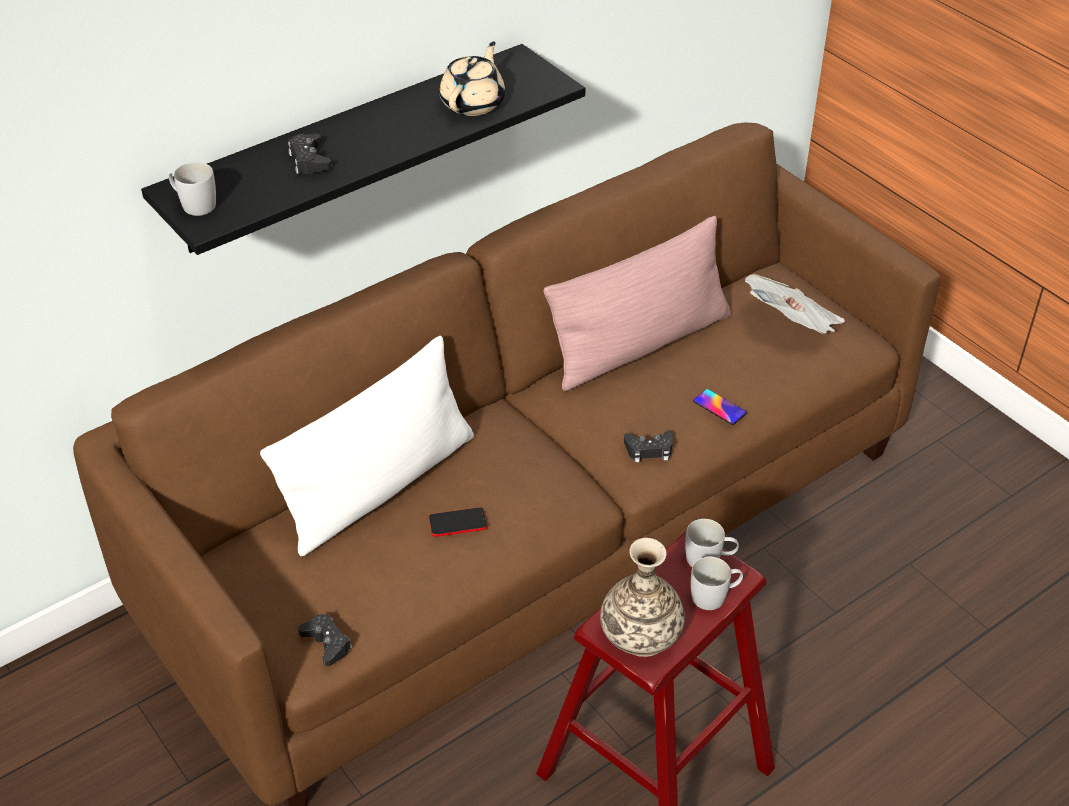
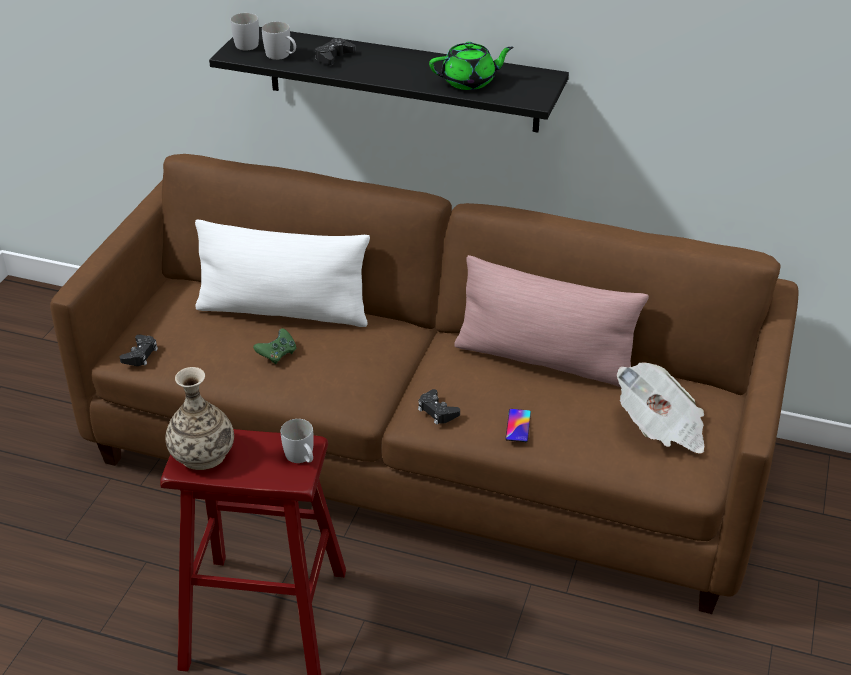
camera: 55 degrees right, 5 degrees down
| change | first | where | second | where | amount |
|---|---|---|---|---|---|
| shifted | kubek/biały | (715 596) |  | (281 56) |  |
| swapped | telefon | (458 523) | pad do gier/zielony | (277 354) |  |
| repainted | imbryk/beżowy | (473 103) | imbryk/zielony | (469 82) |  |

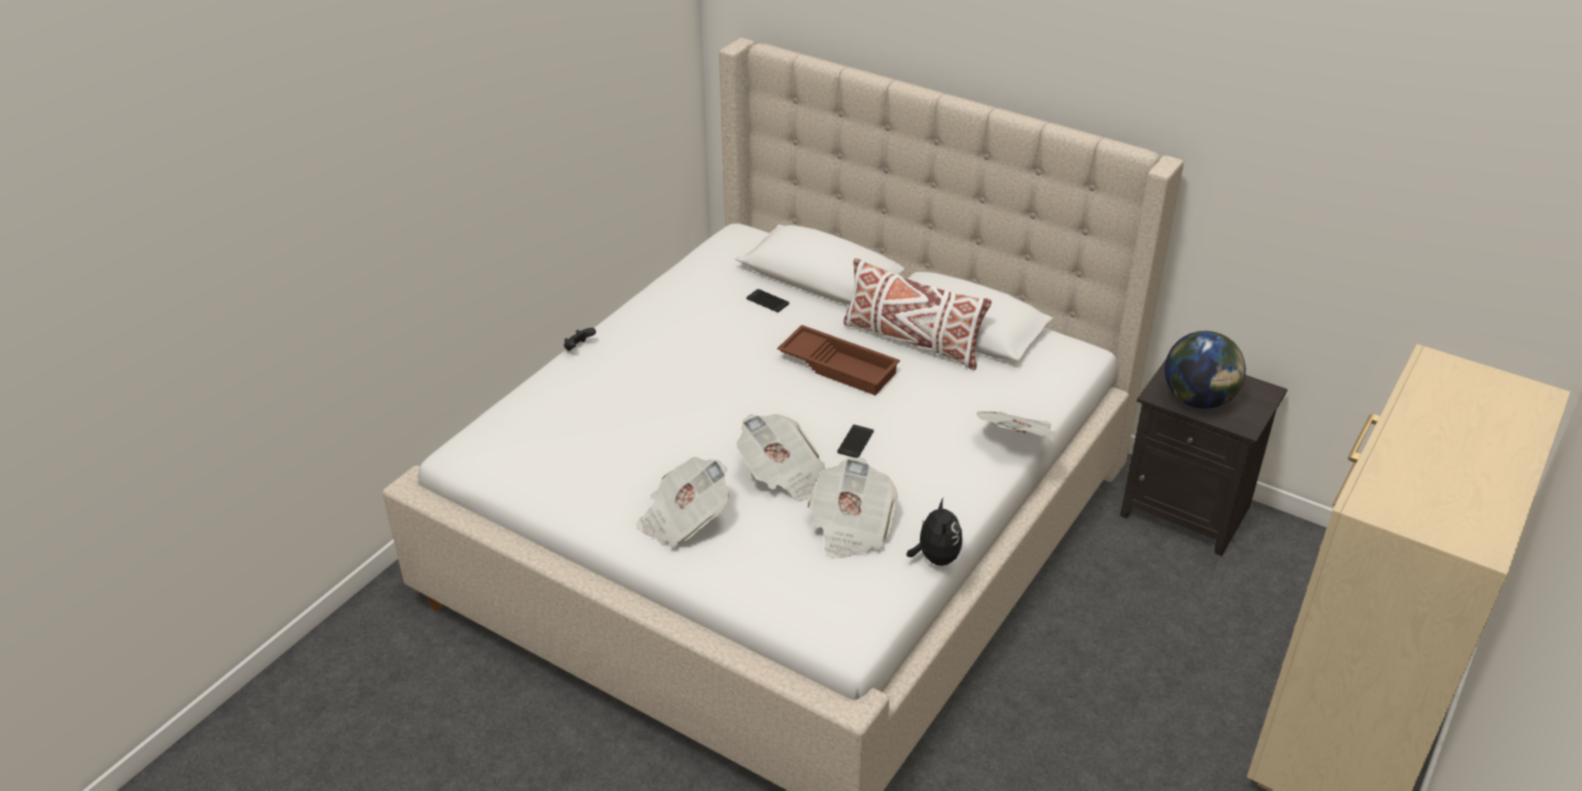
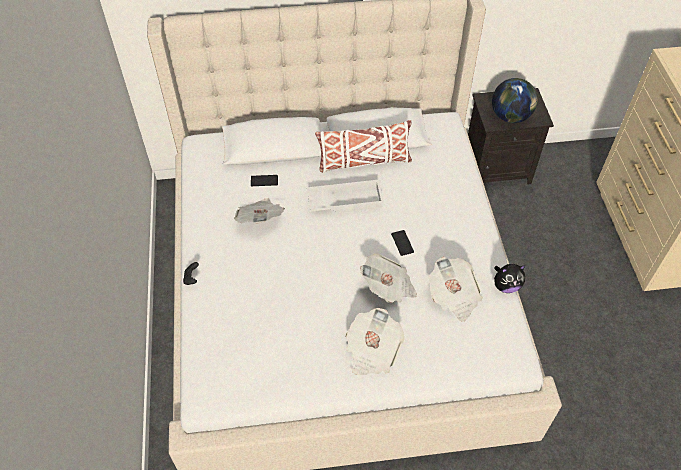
camera: 40 degrees left, 15 degrees up
| change | first | where | second | where | amount |
|---|---|---|---|---|---|
| shifted | gazeta | (1018 441) |  | (260 219) |  |
| repainted | taca/brązowy | (840 366) | taca/biały | (345 200) |  |
| rotated | pluszak | (935 557) |  | (506 286) | 120 degrees clockwise |

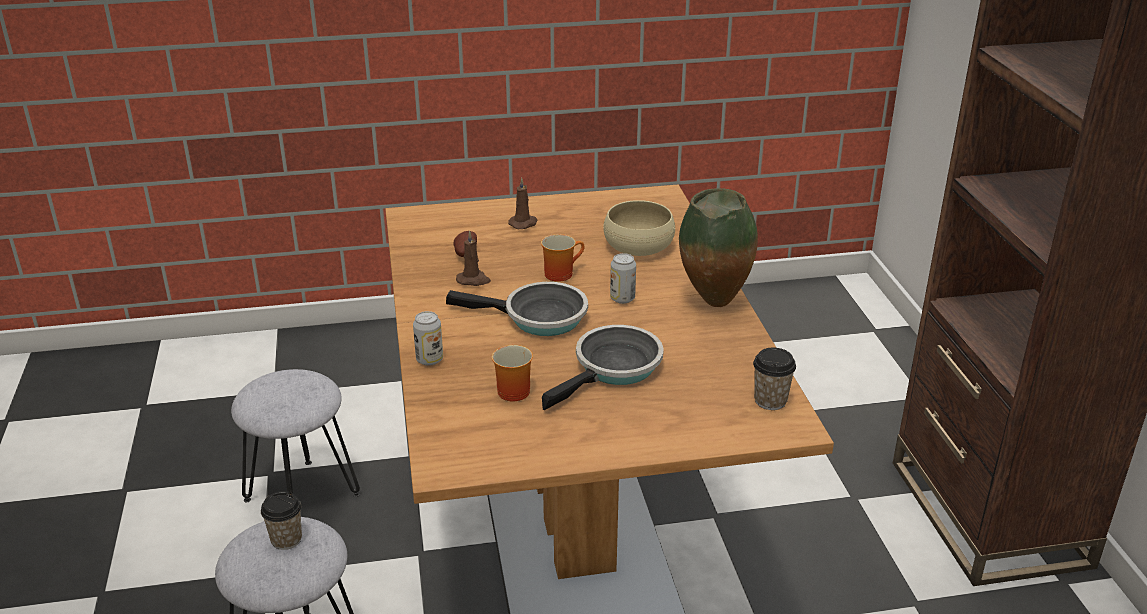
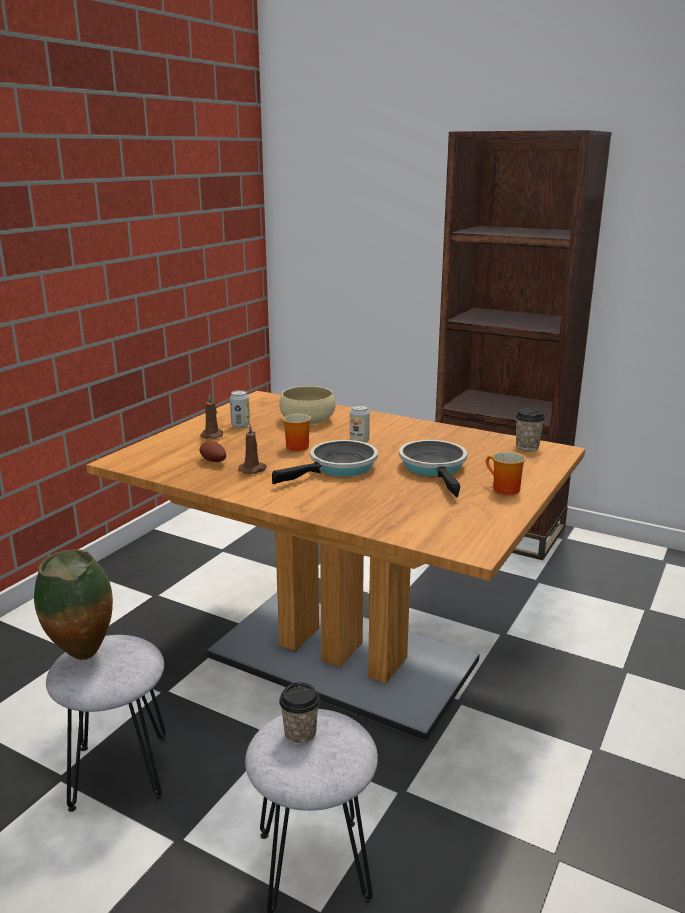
camera: 50 degrees left, 10 degrees down
| change | first | where | second | where | amount |
|---|---|---|---|---|---|
| shifted | puszka | (429 359) |  | (240 425) |  |
| shifted | kubek | (512 389) |  | (502 489) |  |
| shifted | wazon | (713 304) |  | (83 657) |  |

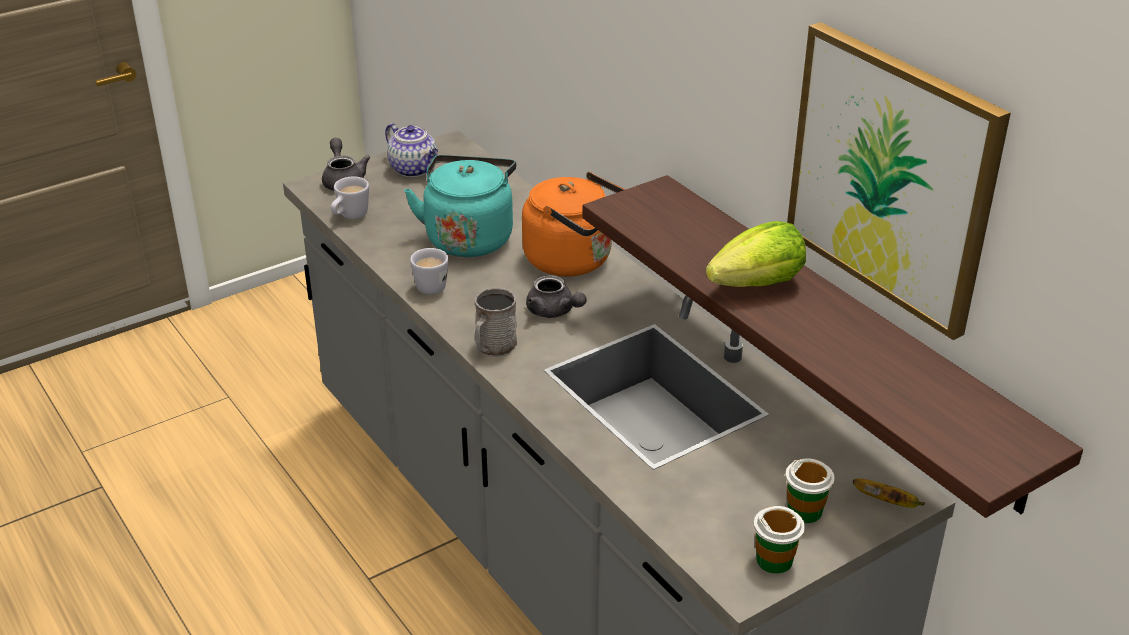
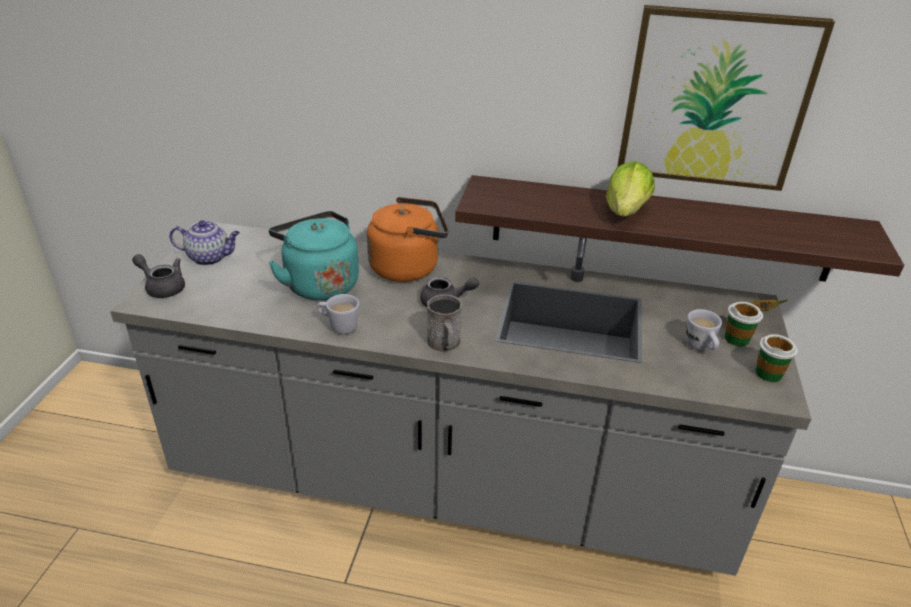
camera: 45 degrees left, 0 degrees up
| change | first | where | second | where | amount |
|---|---|---|---|---|---|
| shifted | kubek/biały | (350 217) |  | (700 347) |  |

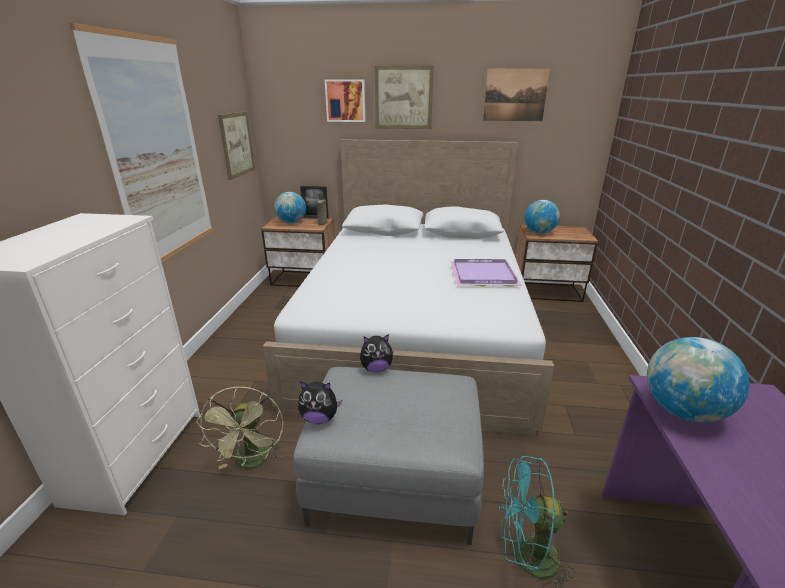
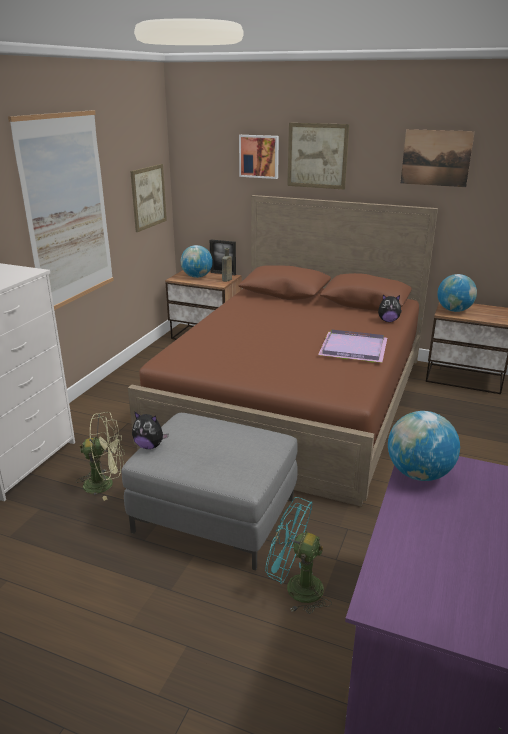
camera: 15 degrees right, 0 degrees up
| change | first | where | second | where | amount |
|---|---|---|---|---|---|
| shifted | pluszak | (376 368) |  | (388 321) |  |
| repainted | łóżko/biały | (416 330) | łóżko/brązowy | (296 400) |  |
| rotated | wentylator/zielony | (252 462) |  | (105 484) | 105 degrees counterclockwise |

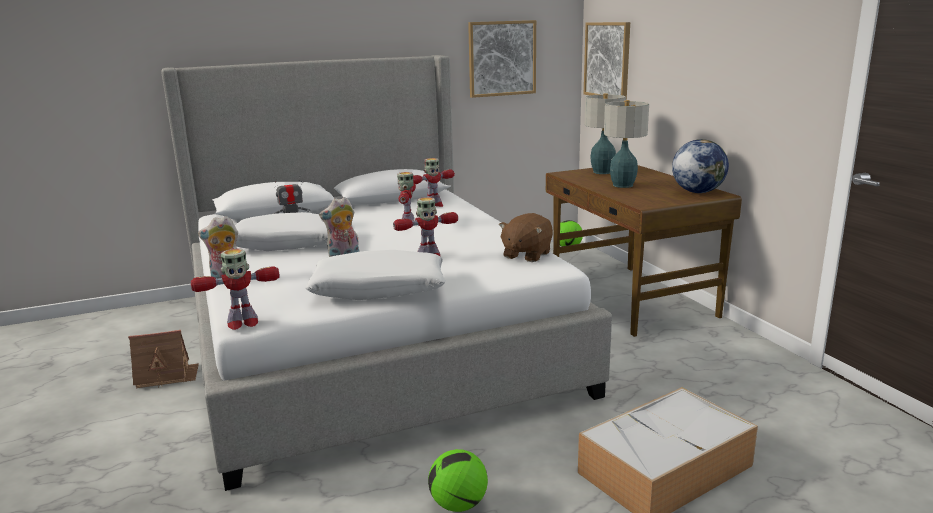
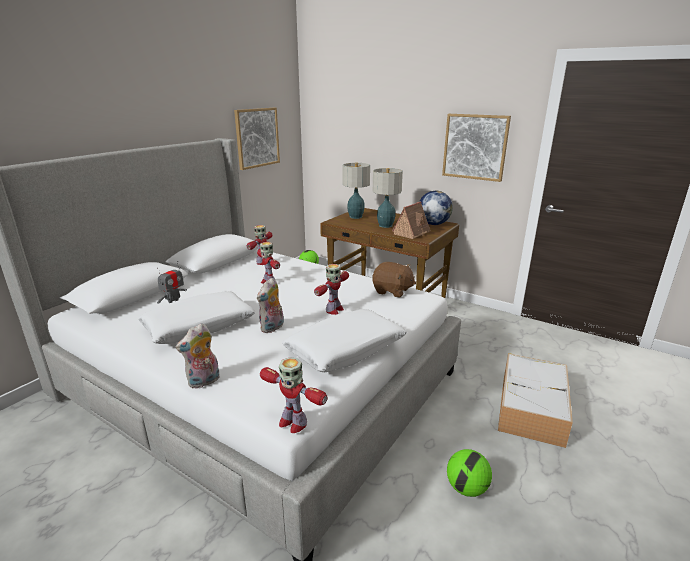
camera: 35 degrees left, 5 degrees up
| change | first | where | second | where | amount |
|---|---|---|---|---|---|
| shifted | domek | (166 376) |  | (412 233) |  |
| shifted | obraz | (607 60) |  | (475 147) |  |
| rotated | robot zabawkowy | (242 323) |  | (292 422) | 90 degrees clockwise |
| rotated | pluszak/brązowy | (526 255) |  | (392 291) | 60 degrees counterclockwise |

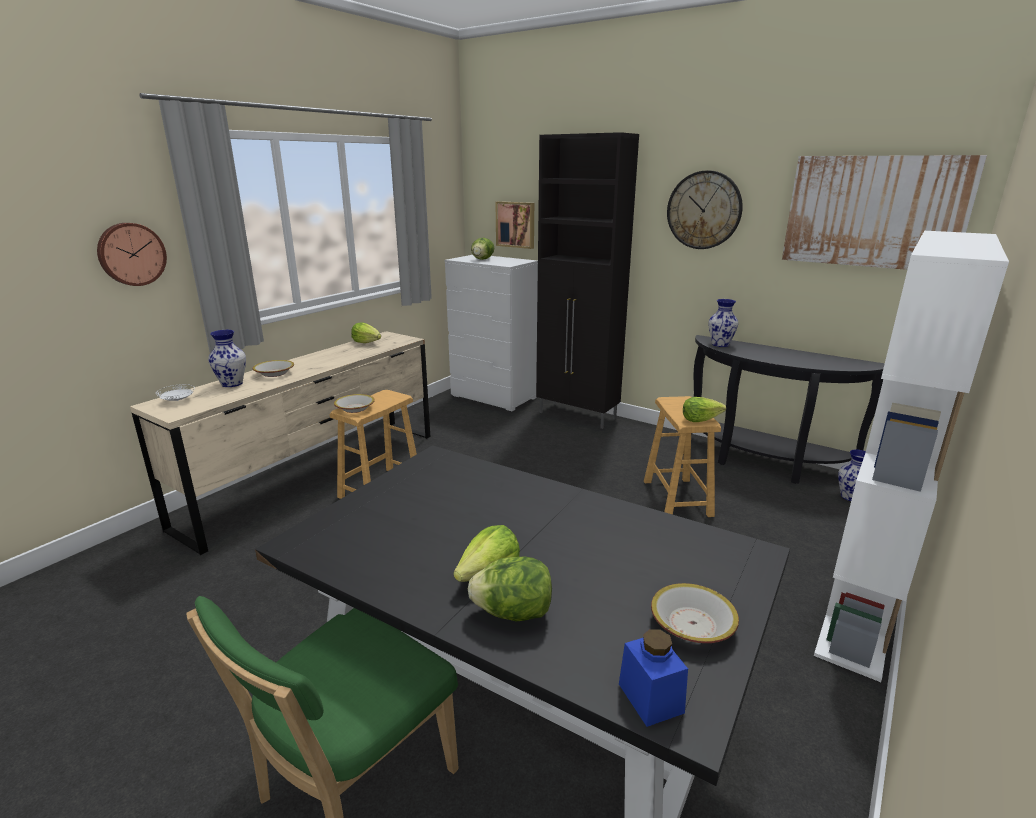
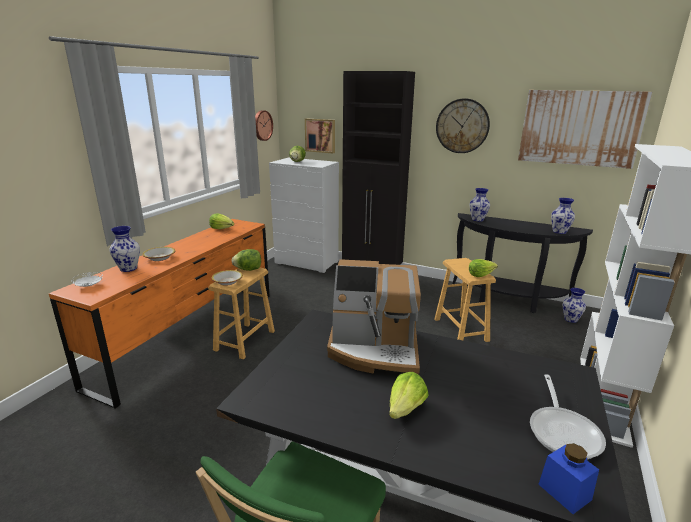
camera: 10 degrees left, 0 degrees up
| change | first | where | second | where | amount |
|---|---|---|---|---|---|
| new |  |  | ekspres do kawy | (374 350) |  |
| new |  |  | wazon | (560 232) |  |
| shifted | zegar ścienny | (131 254) |  | (262 125) |  |
| shifted | sałata | (513 613) |  | (248 269) |  |
| swapped | miska | (692 624) | patelnia | (563 431) |  |
| repainted | komoda/beżowy | (317 477) | komoda/pomarańczowy | (191 335) |  |

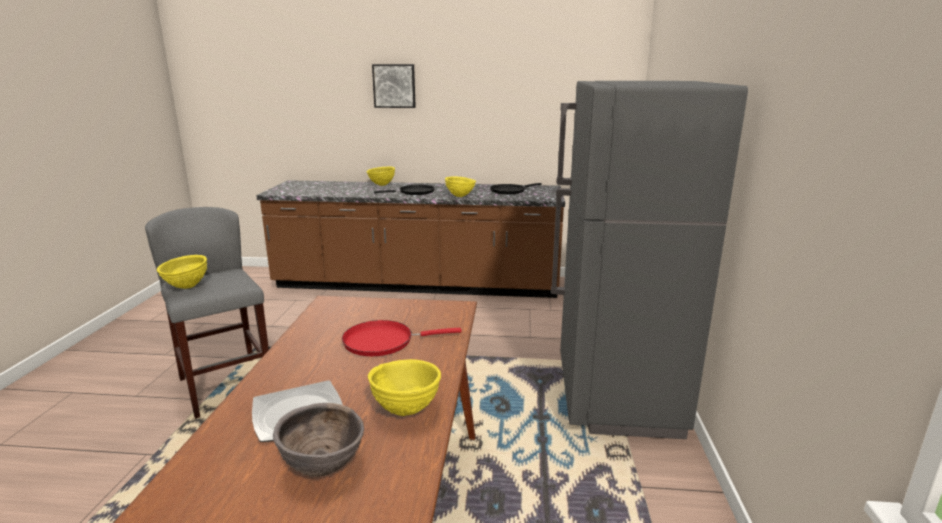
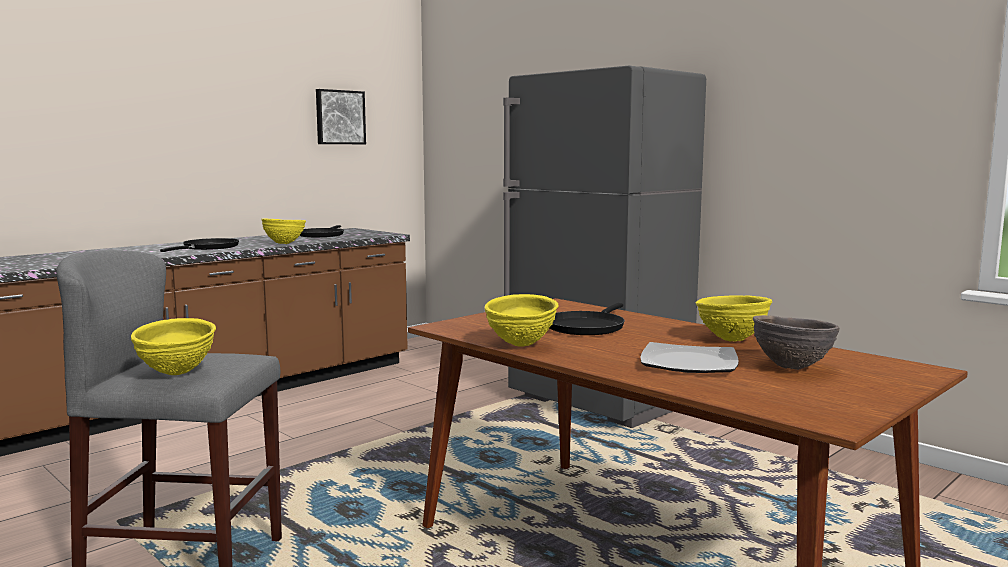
camera: 50 degrees left, 10 degrees down
| change | first | where | second | where | amount |
|---|---|---|---|---|---|
| shifted | miska/żółty | (381 185) |  | (520 345) |  |
| shifted | obraz | (394 86) |  | (339 117) |  |
| repainted | patelnia/czerwony | (383 342) | patelnia/czarny | (586 327) |  |

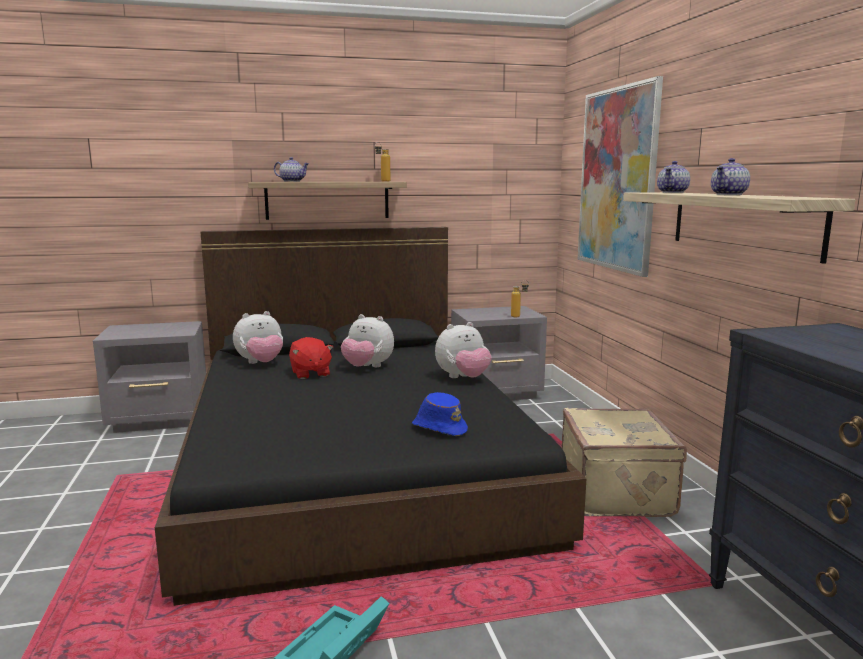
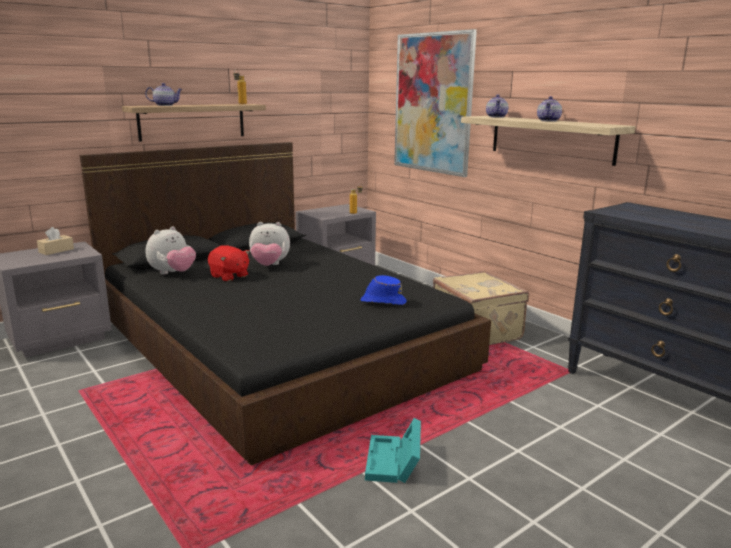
camera: 25 degrees left, 5 degrees up
| change | first | where | second | where | amount |
|---|---|---|---|---|---|
| gone | pluszak | (463 378) |  |  |  |
| new |  |  | pudełko chusteczek/beżowy | (56 250) |  |

